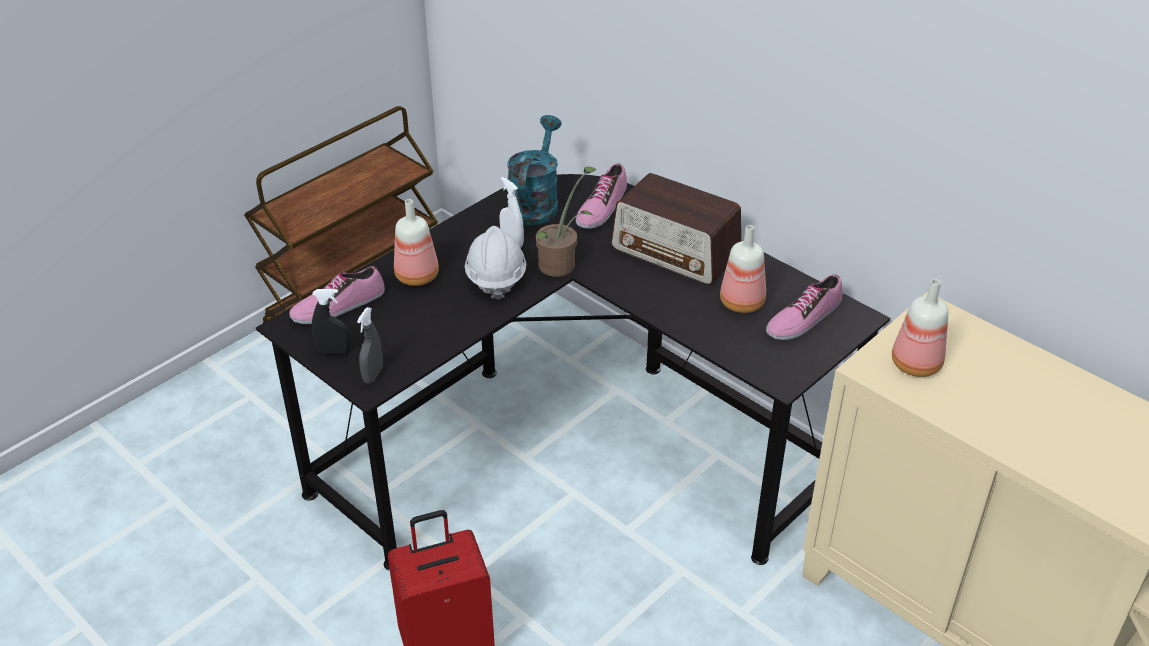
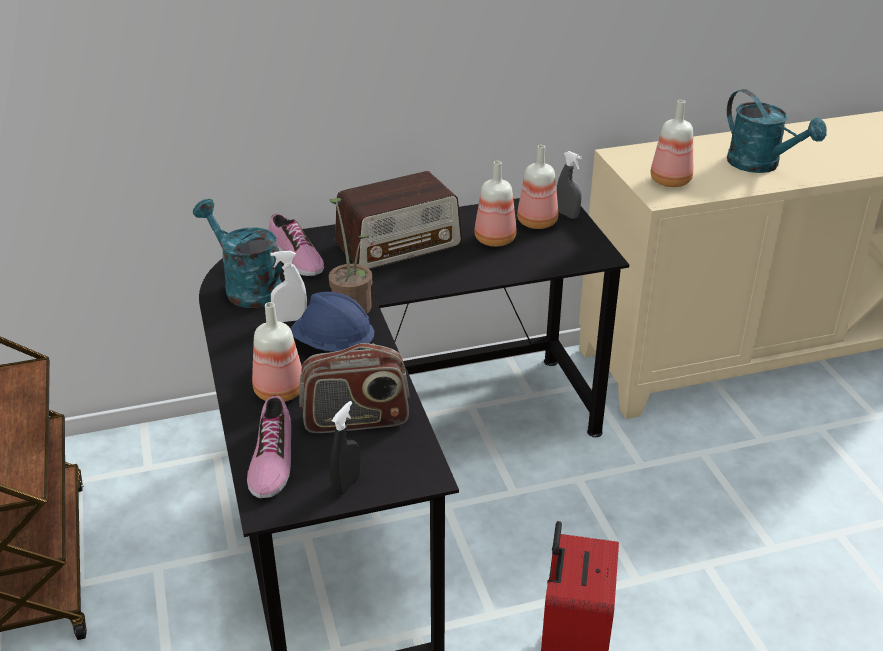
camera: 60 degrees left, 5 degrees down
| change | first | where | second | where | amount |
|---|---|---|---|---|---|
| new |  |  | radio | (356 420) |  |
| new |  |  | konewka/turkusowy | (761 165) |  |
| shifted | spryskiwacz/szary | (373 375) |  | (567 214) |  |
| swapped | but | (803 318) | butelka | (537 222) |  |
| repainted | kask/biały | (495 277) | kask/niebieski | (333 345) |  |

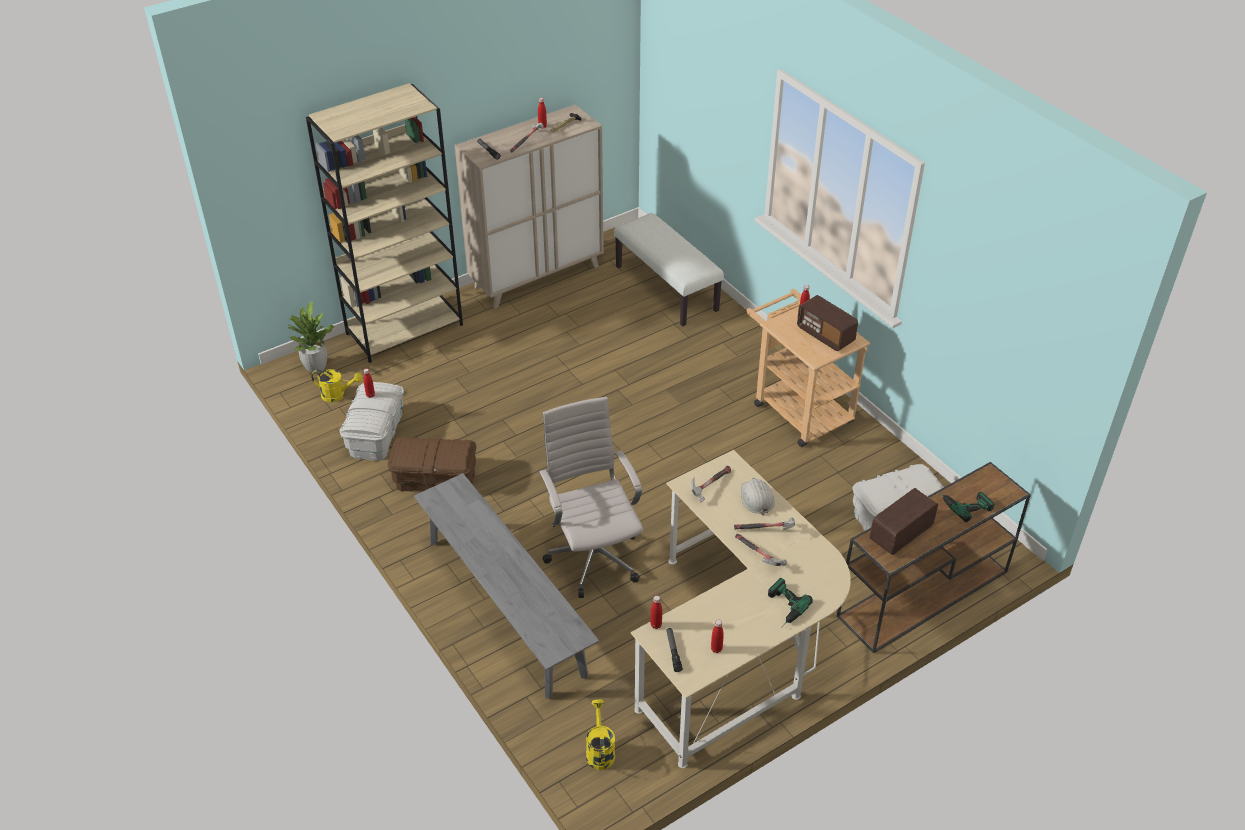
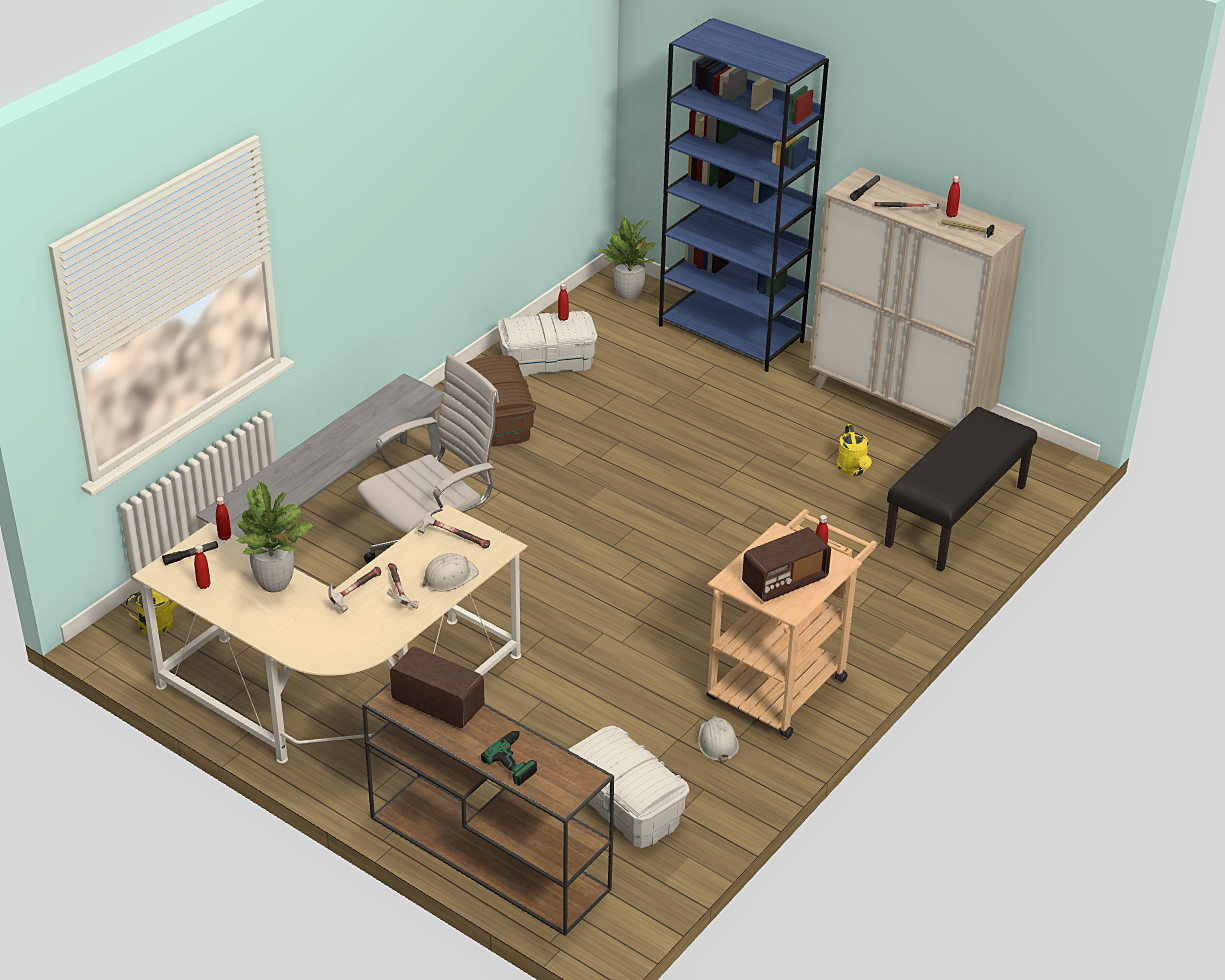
camera: 70 degrees right, 5 degrees down
| change | first | where | second | where | amount |
|---|---|---|---|---|---|
| gone | wiertarka | (782 607) |  |  |  |
| new |  |  | roślina doniczkowa | (275 583) |  |
| new |  |  | kask/biały | (717 742) |  |
| shifted | konewka/żółty | (337 395) |  | (853 470) |  |
| repainted | regał/beżowy | (405 329) | regał/niebieski | (732 334) |  |
| repainted | ławka/biały | (667 288) | ławka/czarny | (956 517) |  |
| rotated | radio | (825 335) |  | (784 581) | 150 degrees counterclockwise |

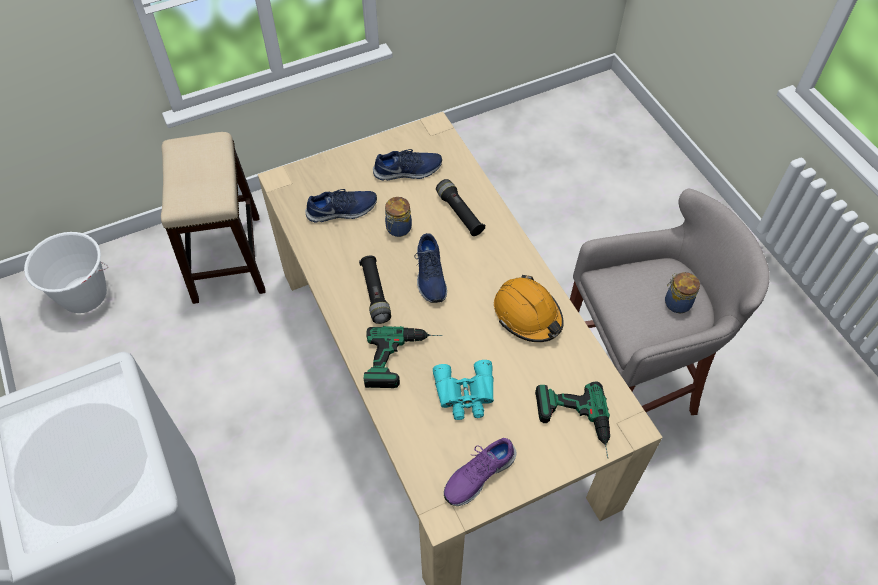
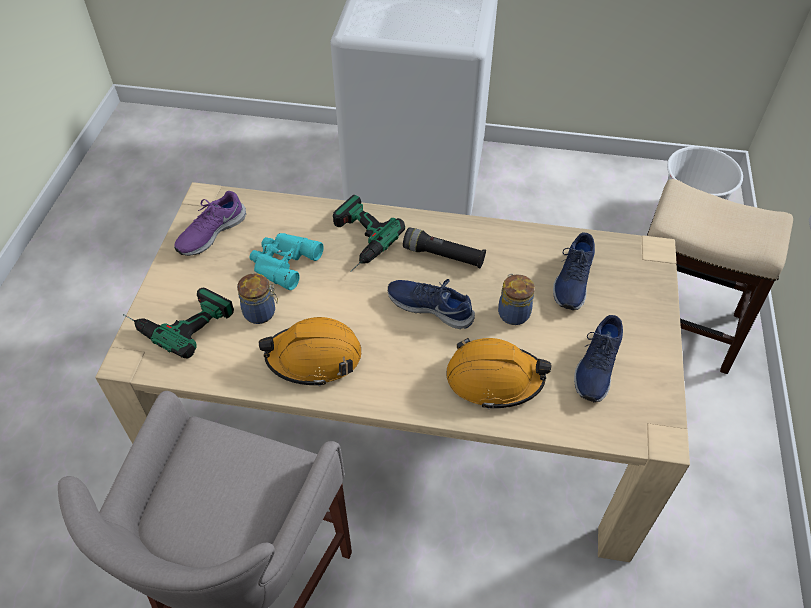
camera: 125 degrees right, 5 degrees down
| change | first | where | second | where | amount |
|---|---|---|---|---|---|
| shifted | słoik | (676 302) |  | (261 313) |  |
| swapped | latarka/czarny | (459 213) | kask/pomarańczowy | (494 378) |  |
| rotated | but/fioletowy | (478 475) |  | (210 232) | 135 degrees counterclockwise |

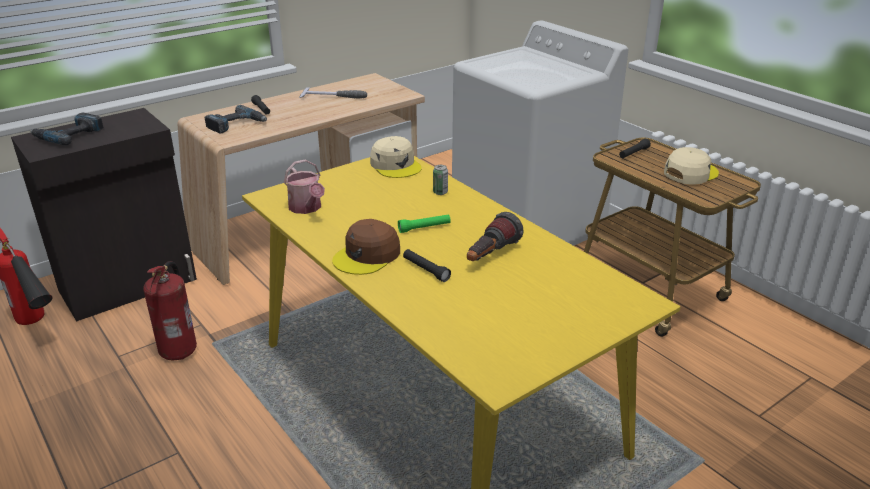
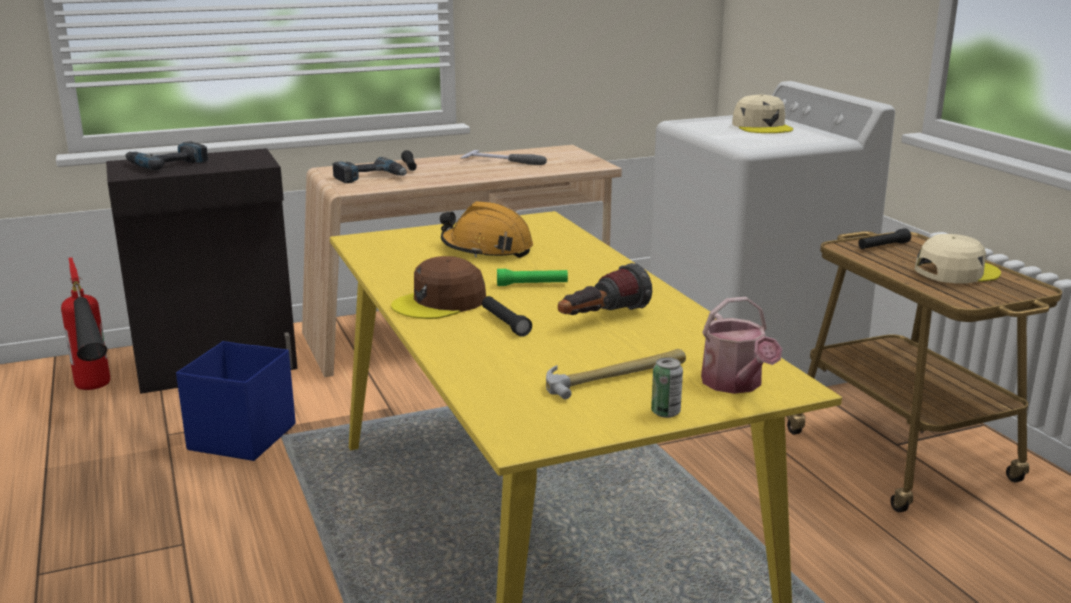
camera: 15 degrees right, 10 degrees down
| change | first | where | second | where | amount |
|---|---|---|---|---|---|
| new |  |  | kask/pomarańczowy | (487 249) |  |
| new |  |  | młotek | (616 377) |  |
| shifted | konewka | (307 208) |  | (735 384) |  |
| shifted | czapka z daszkiem/beżowy | (395 165) |  | (762 127) |  |
| shifted | puszka | (440 192) |  | (665 412) |  |
| swapped | gaśnica | (180 350) | pojemnik do przechowywania/niebieski | (241 438) |  |

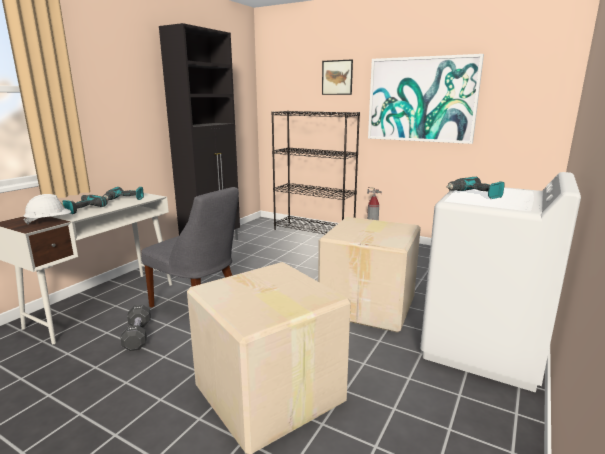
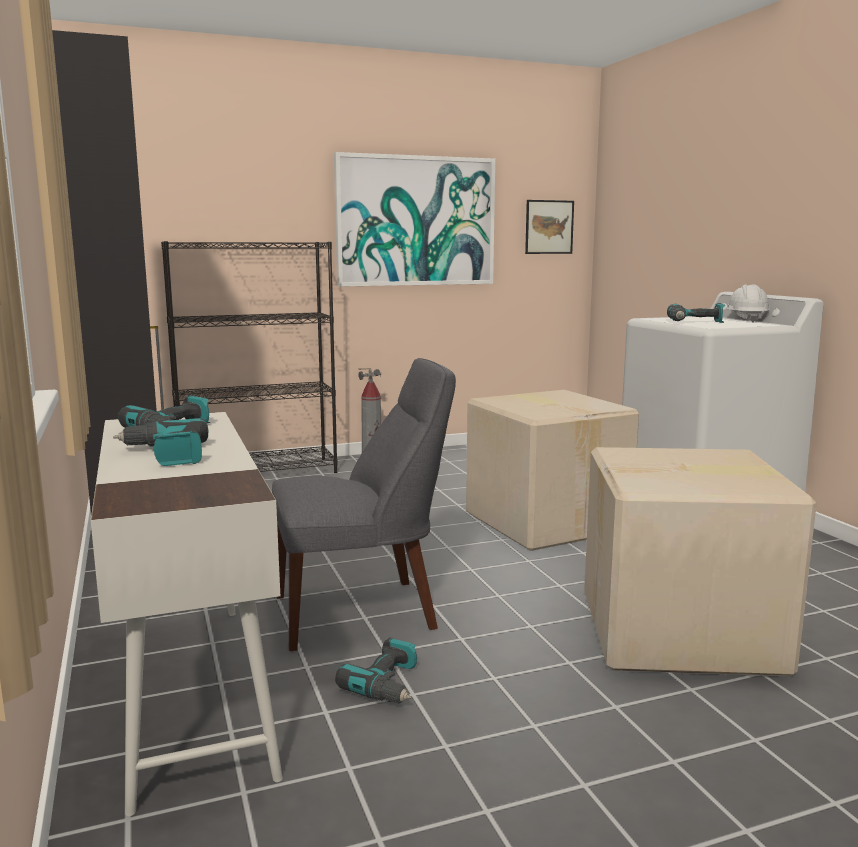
camera: 50 degrees left, 5 degrees down
| change | first | where | second | where | amount |
|---|---|---|---|---|---|
| shifted | kask/biały | (49 221) |  | (746 320) |  |
| shifted | obraz | (337 77) |  | (549 227) |  |
| swapped | hantel/czarny | (137 336) | wiertarka | (388 684) |  |

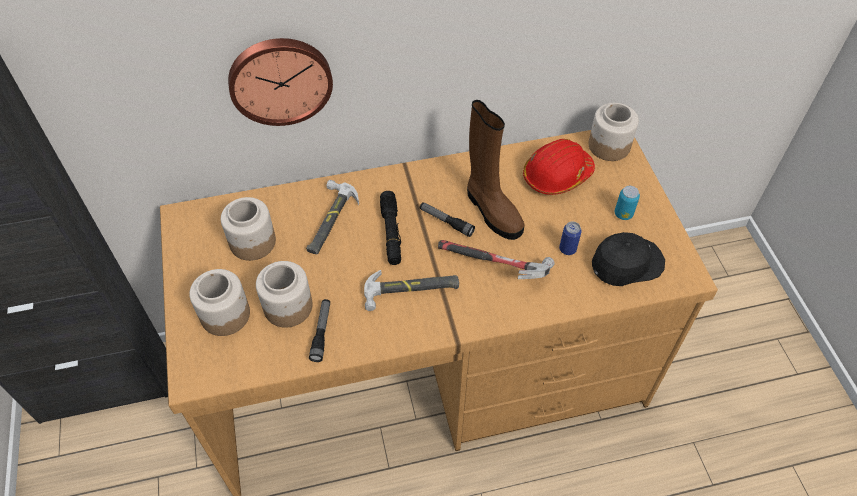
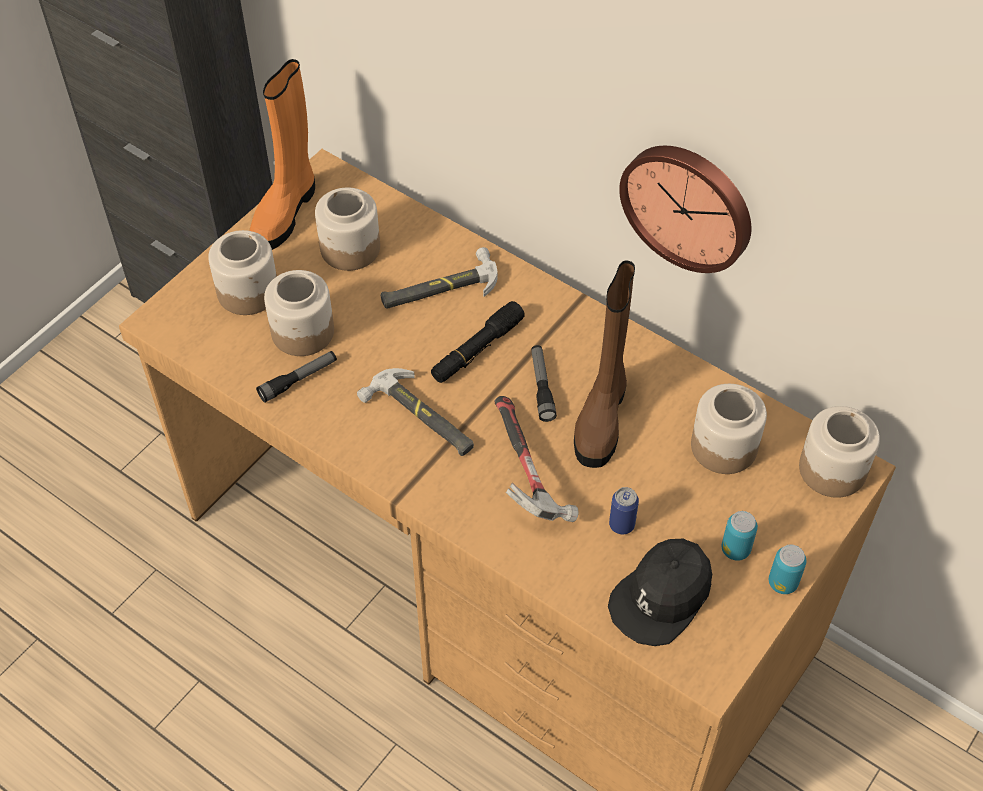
camera: 50 degrees right, 0 degrees up
| change | first | where | second | where | amount |
|---|---|---|---|---|---|
| new |  |  | but z cholewką/pomarańczowy | (286 211) |  |
| new |  |  | puszka | (782 583) |  |
| shifted | zegar ścienny | (280 79) |  | (689 205) |  |
| swapped | kask/czerwony | (557 175) | słoik | (723 446) |  |
| rotated | czapka z daszkiem/czarny | (626 263) |  | (662 597) | 105 degrees clockwise |

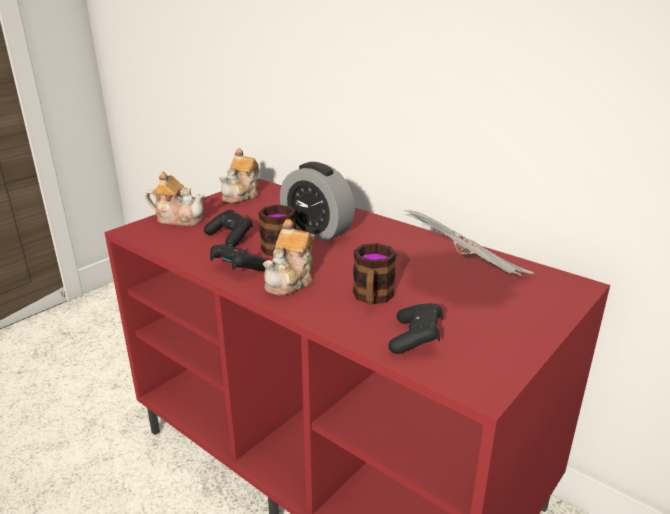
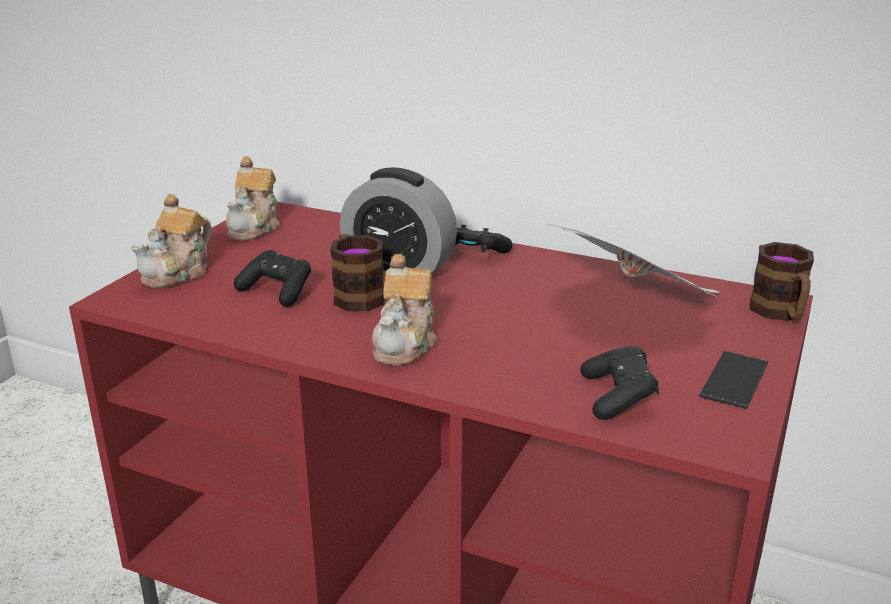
camera: 15 degrees left, 0 degrees up
| change | first | where | second | where | amount |
|---|---|---|---|---|---|
| new |  |  | telefon | (734 380) |  |
| shifted | pad do gier/czarny | (237 268) |  | (473 254) |  |
| shifted | kubek | (372 298) |  | (781 313) |  |
| rotated | imbryk | (179 219) |  | (178 273) | 120 degrees clockwise |

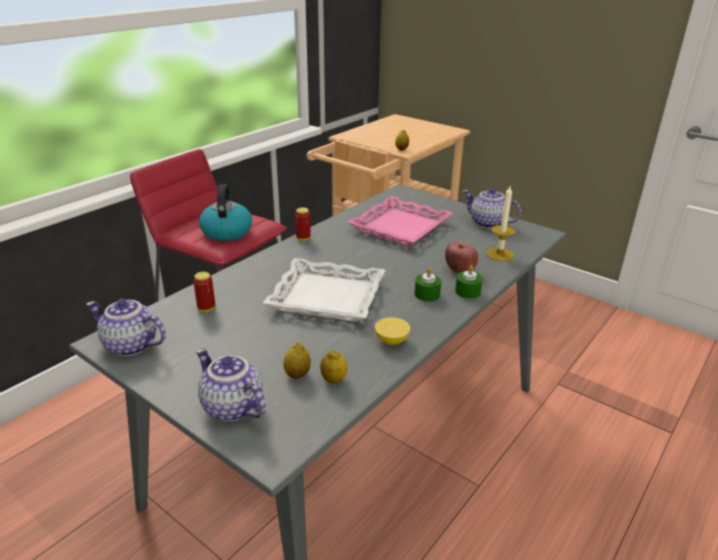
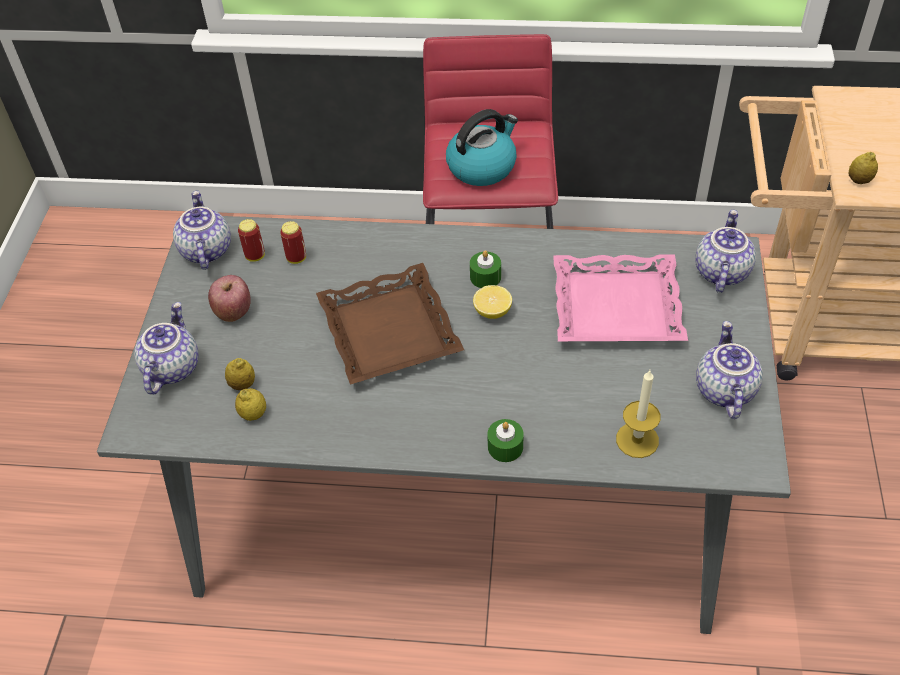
camera: 60 degrees right, 20 degrees up
| change | first | where | second | where | amount |
|---|---|---|---|---|---|
| new |  |  | imbryk | (720 271) |  |
| shifted | puszka | (303 238) |  | (255 256) |  |
| shifted | cytryna | (391 341) |  | (492 311) |  |
| shifted | świeca/zielony | (427 294) |  | (485 277) |  |
| shifted | jabłko | (459 270) |  | (233 311) |  |
| repainted | taca/biały | (326 297) | taca/brązowy | (388 331) |  |

